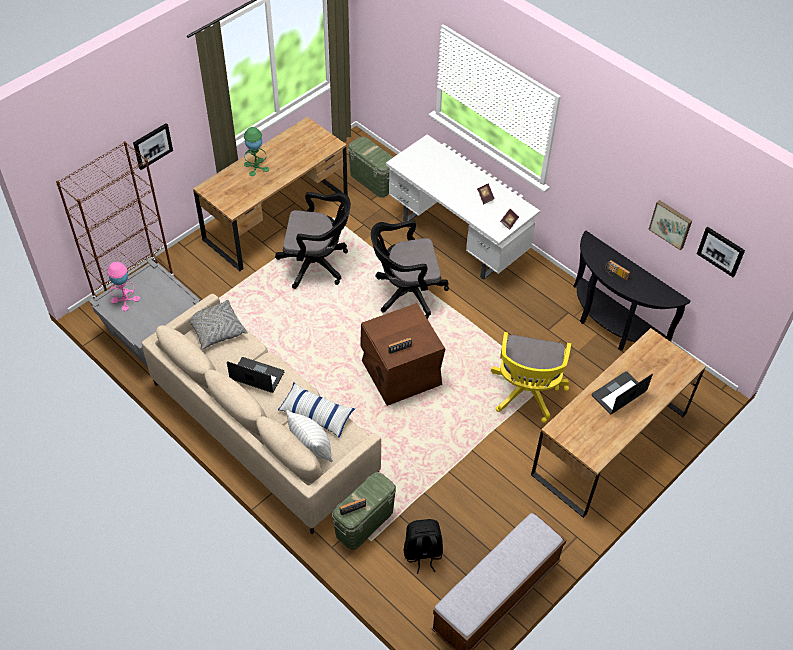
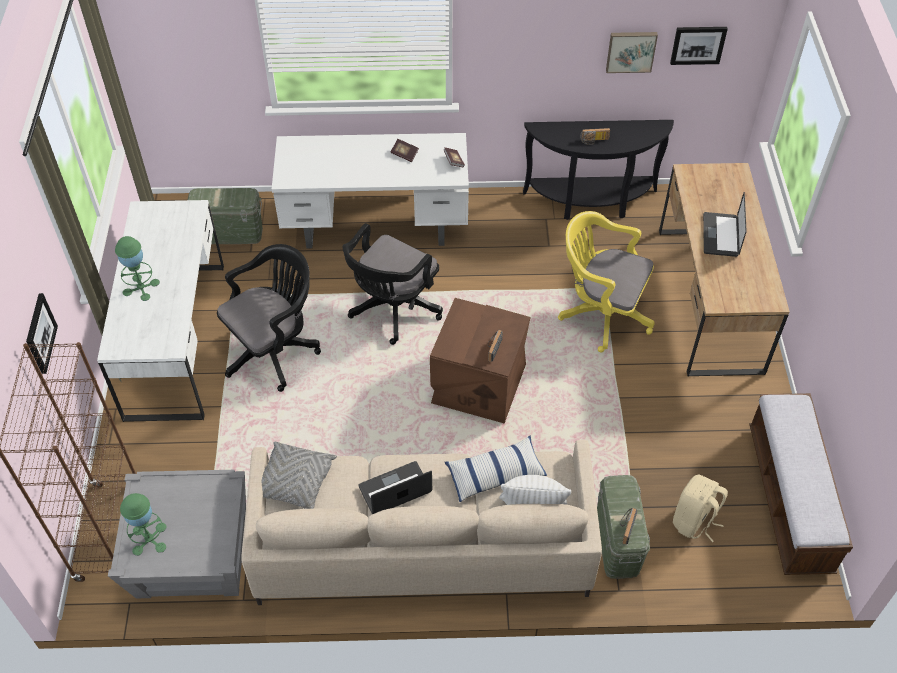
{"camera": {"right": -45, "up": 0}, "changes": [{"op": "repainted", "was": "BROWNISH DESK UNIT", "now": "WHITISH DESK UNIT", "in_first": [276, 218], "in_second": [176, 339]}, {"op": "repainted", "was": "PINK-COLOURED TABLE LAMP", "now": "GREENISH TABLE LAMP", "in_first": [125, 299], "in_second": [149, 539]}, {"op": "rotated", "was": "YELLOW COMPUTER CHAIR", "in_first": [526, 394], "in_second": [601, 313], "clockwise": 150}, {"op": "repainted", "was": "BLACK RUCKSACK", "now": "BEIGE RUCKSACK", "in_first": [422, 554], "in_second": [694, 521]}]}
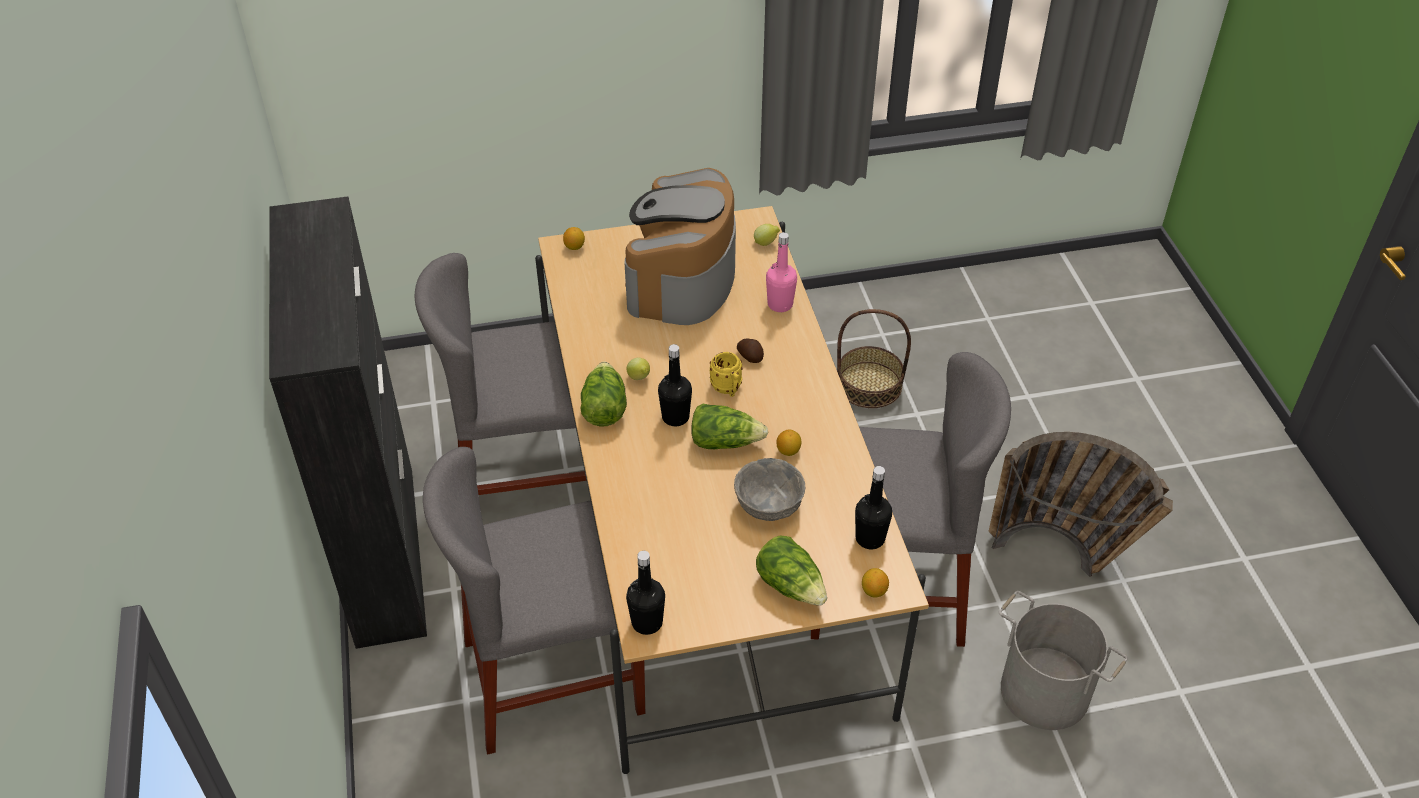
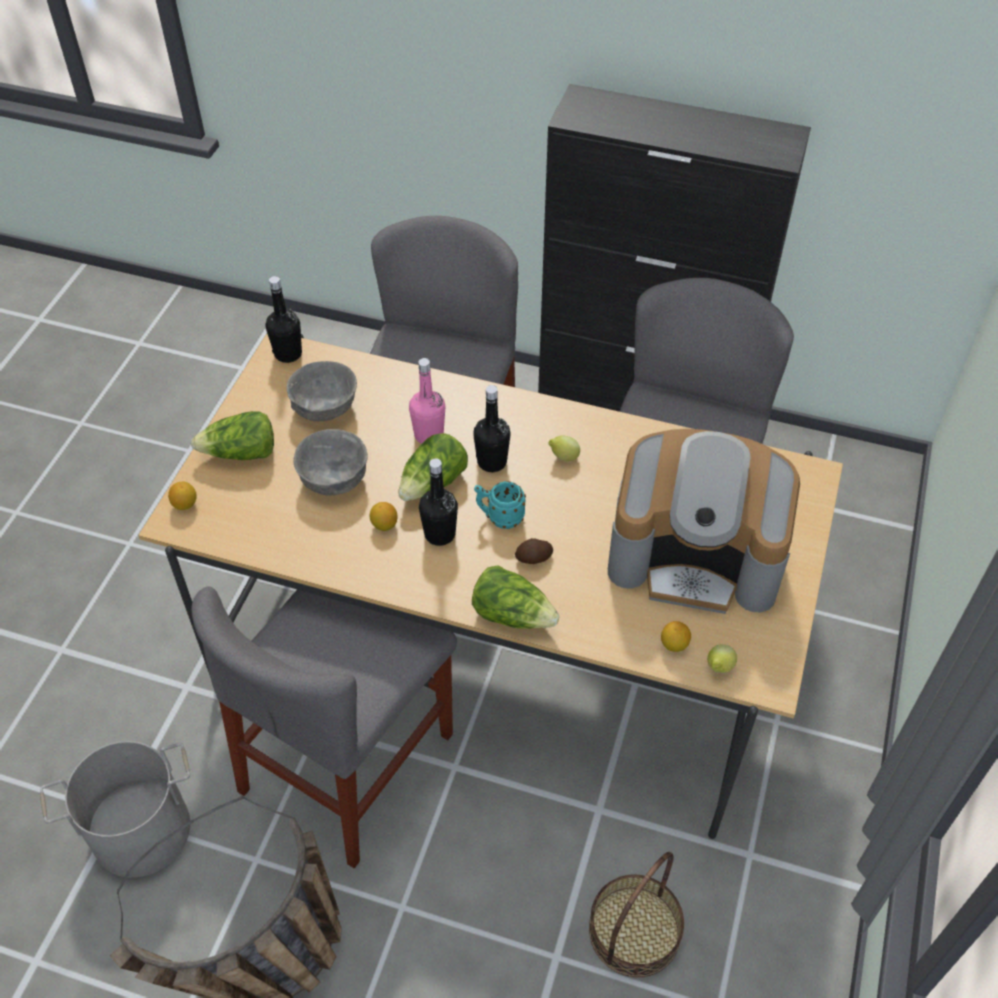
{"camera": {"right": 120, "up": 5}, "changes": [{"op": "rotated", "was": "COFFEE MACHINE", "in_first": [682, 279], "in_second": [696, 555], "clockwise": 150}, {"op": "shifted", "was": "WHOLE LEMON", "in_first": [574, 247], "in_second": [674, 645]}, {"op": "shifted", "was": "PINK-COLOURED DRINK BOTTLE", "in_first": [780, 304], "in_second": [429, 435]}, {"op": "repainted", "was": "YELLOW MUG", "now": "TURQUOISE MUG", "in_first": [728, 389], "in_second": [499, 517]}, {"op": "shifted", "was": "LETTUCE", "in_first": [603, 407], "in_second": [512, 614]}, {"op": "shifted", "was": "BLACK DRINK BOTTLE", "in_first": [870, 538], "in_second": [440, 534]}, {"op": "new", "now": "GRAY SERVING BOWL", "in_second": [324, 408]}]}
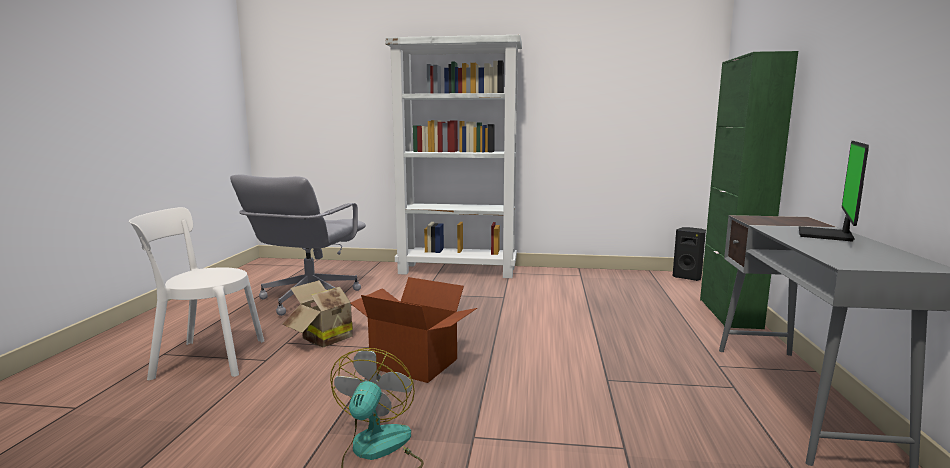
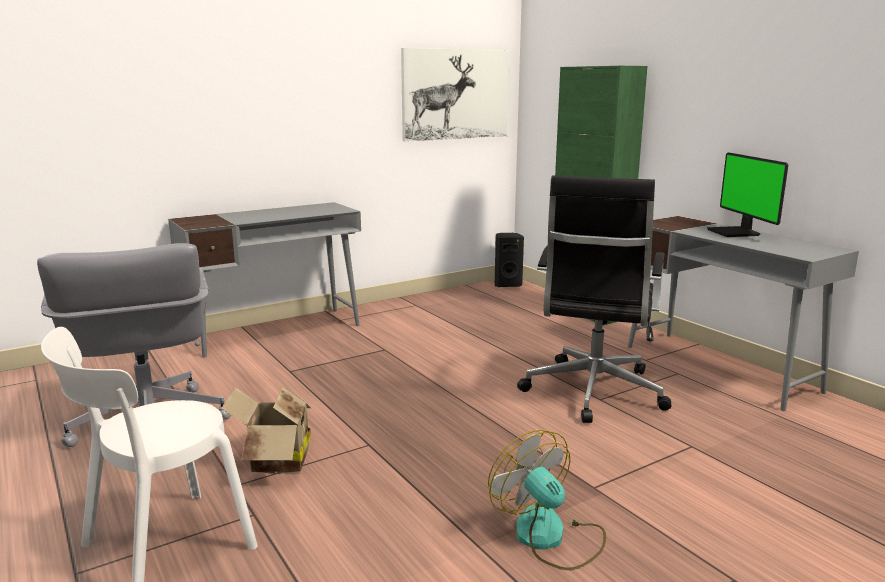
{"camera": {"right": -40, "up": 5}, "changes": [{"op": "swapped", "was": "WHITISH SHELVING UNIT", "now": "GRAY DESK UNIT", "in_first": [458, 270], "in_second": [276, 331]}, {"op": "gone", "was": "CARDBOARD BOX", "in_first": [415, 363]}, {"op": "new", "now": "WALL PICTURE", "in_second": [456, 94]}, {"op": "new", "now": "BLACK COMPUTER CHAIR", "in_second": [592, 392]}]}
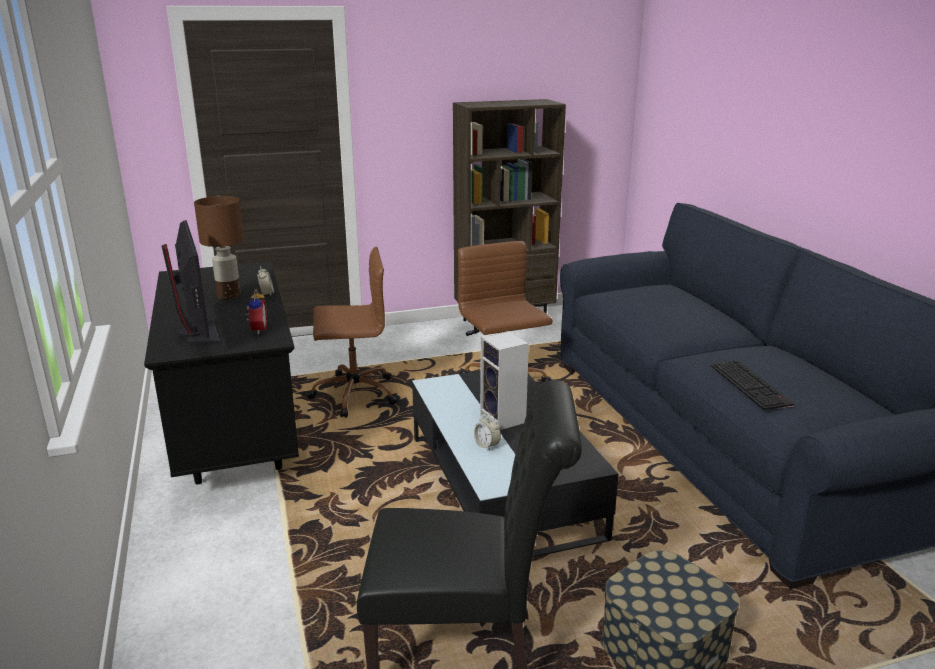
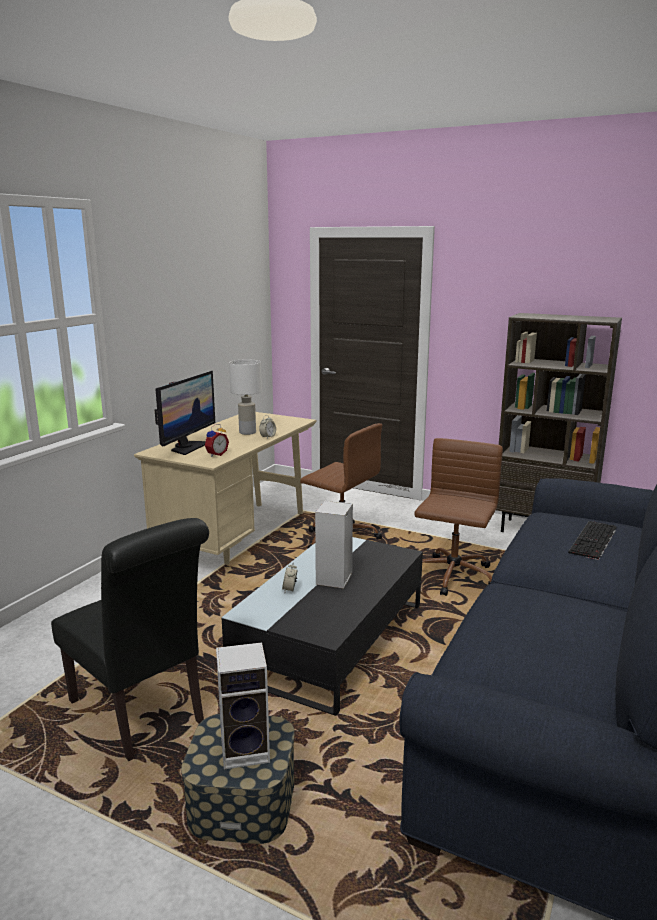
{"camera": {"right": 45, "up": -5}, "changes": [{"op": "repainted", "was": "BROWNISH TABLE LAMP", "now": "WHITISH TABLE LAMP", "in_first": [228, 296], "in_second": [247, 432]}, {"op": "repainted", "was": "BLACK DESK UNIT", "now": "BEIGE DESK UNIT", "in_first": [235, 436], "in_second": [237, 536]}, {"op": "shifted", "was": "COMPUTER KEYBOARD", "in_first": [751, 385], "in_second": [594, 541]}, {"op": "new", "now": "LOUDSPEAKER", "in_second": [247, 750]}]}
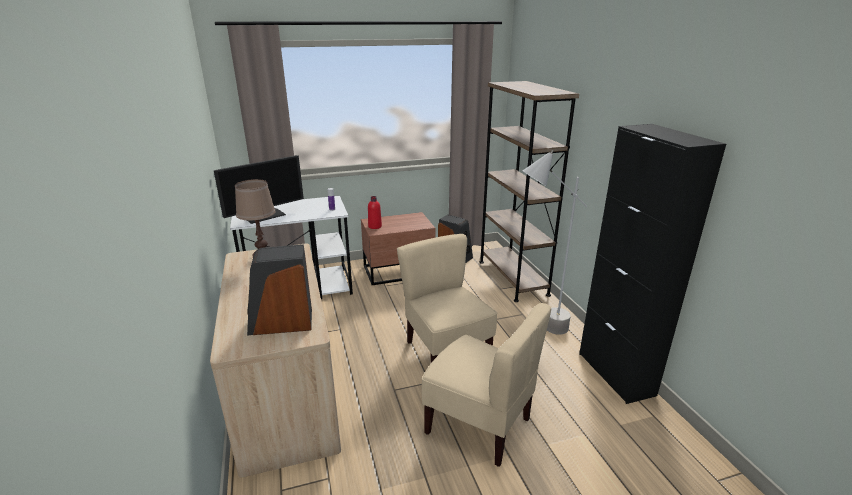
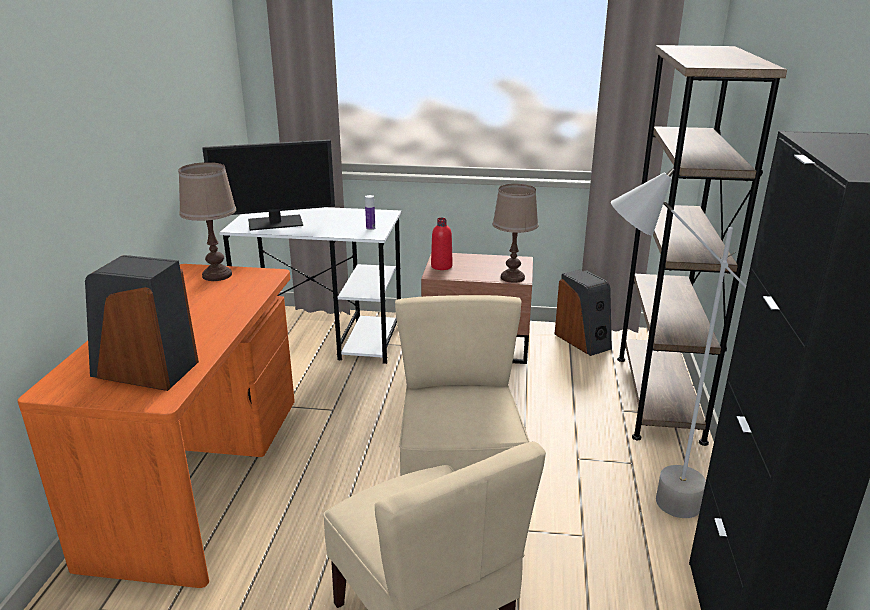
{"camera": {"right": 25, "up": 0}, "changes": [{"op": "repainted", "was": "BEIGE DESK UNIT", "now": "ORANGE-COLOURED DESK UNIT", "in_first": [285, 391], "in_second": [202, 476]}, {"op": "new", "now": "BROWNISH TABLE LAMP", "in_second": [512, 277]}]}
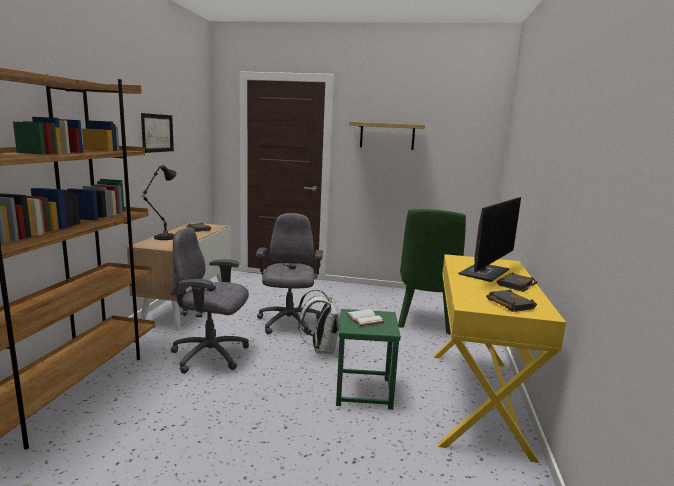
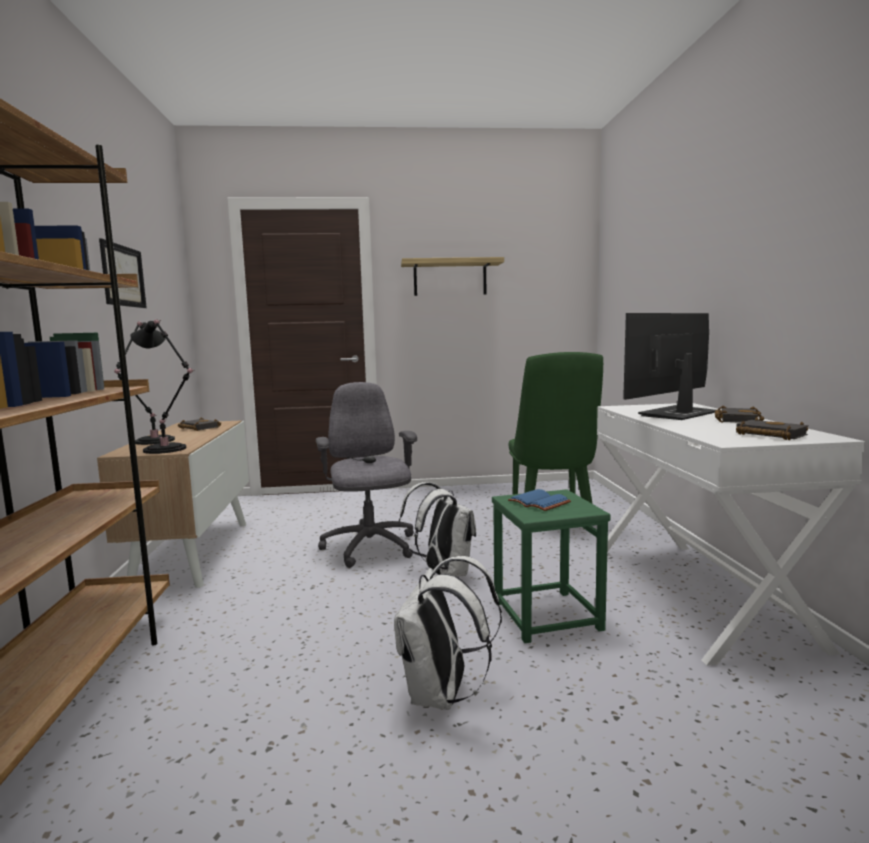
{"camera": {"right": -15, "up": -5}, "changes": [{"op": "rotated", "was": "MONITOR", "in_first": [484, 272], "in_second": [678, 414], "clockwise": -150}, {"op": "gone", "was": "GRAY COMPUTER CHAIR", "in_first": [211, 355]}, {"op": "repainted", "was": "YELLOW DESK UNIT", "now": "WHITISH DESK UNIT", "in_first": [477, 399], "in_second": [696, 593]}, {"op": "repainted", "was": "WHITISH BOOK", "now": "BLUE-COLOURED BOOK", "in_first": [365, 319], "in_second": [540, 502]}, {"op": "new", "now": "BLACK TABLE LAMP", "in_second": [167, 449]}, {"op": "new", "now": "WHITISH RUCKSACK", "in_second": [441, 695]}]}
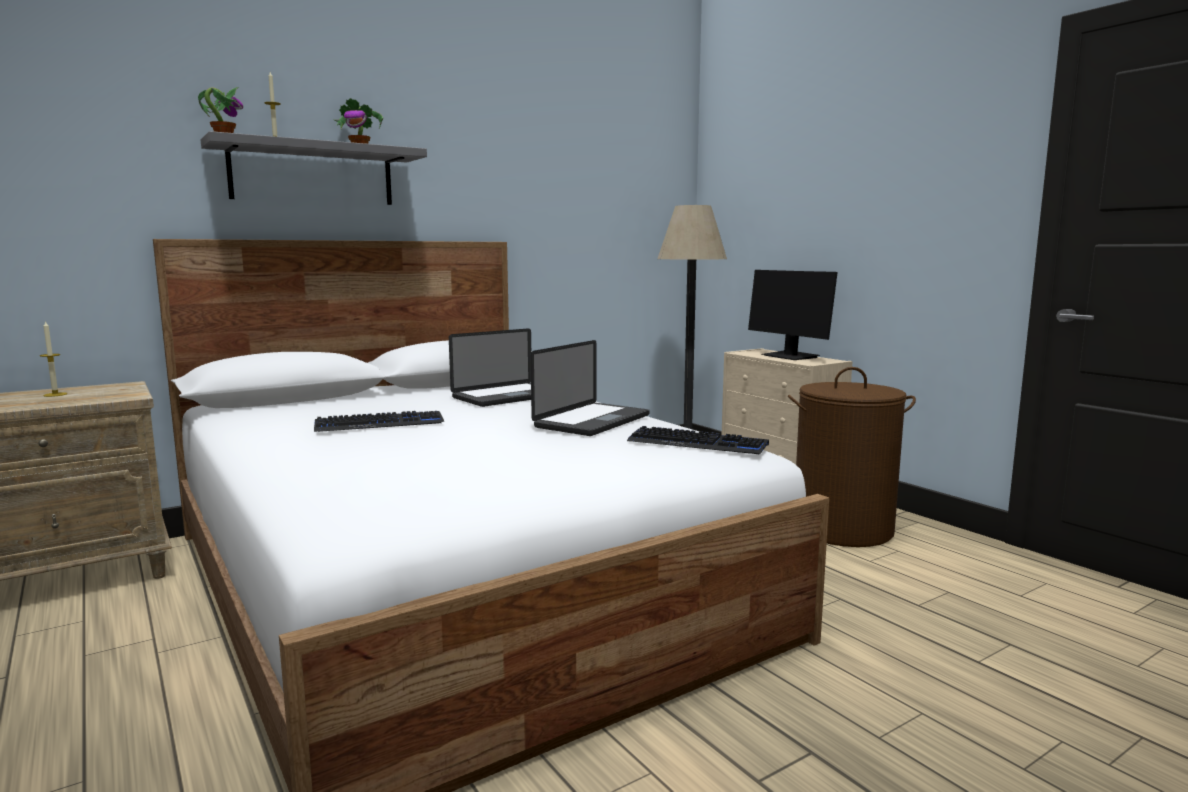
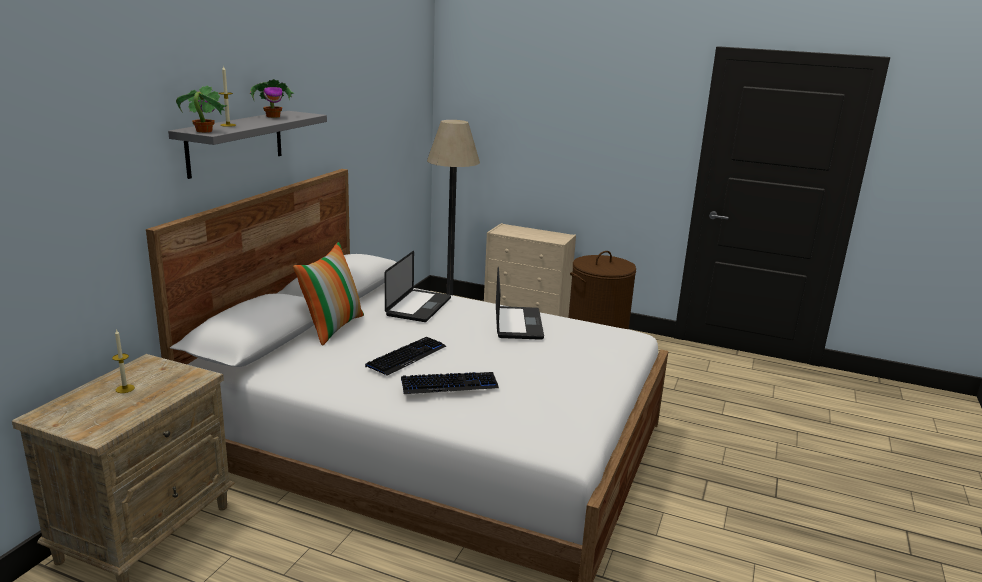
{"camera": {"right": -35, "up": 10}, "changes": [{"op": "gone", "was": "MONITOR", "in_first": [790, 356]}, {"op": "shifted", "was": "COMPUTER KEYBOARD", "in_first": [697, 443], "in_second": [449, 384]}, {"op": "new", "now": "PILLOW", "in_second": [332, 327]}]}
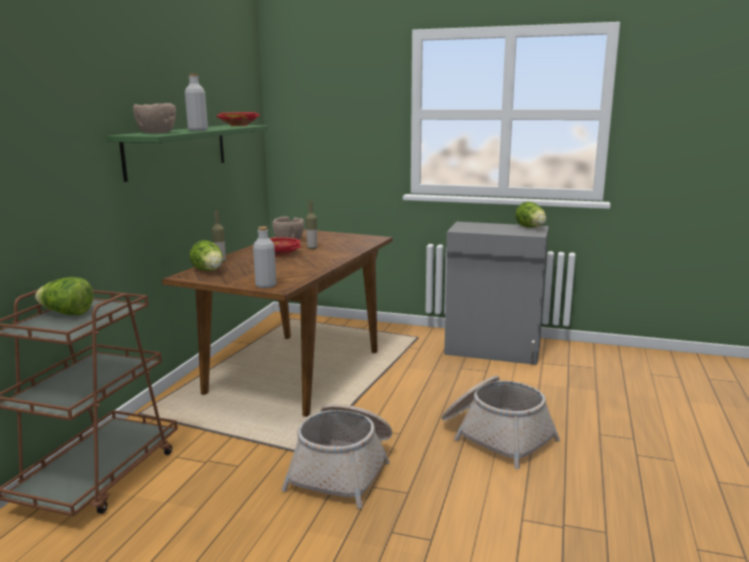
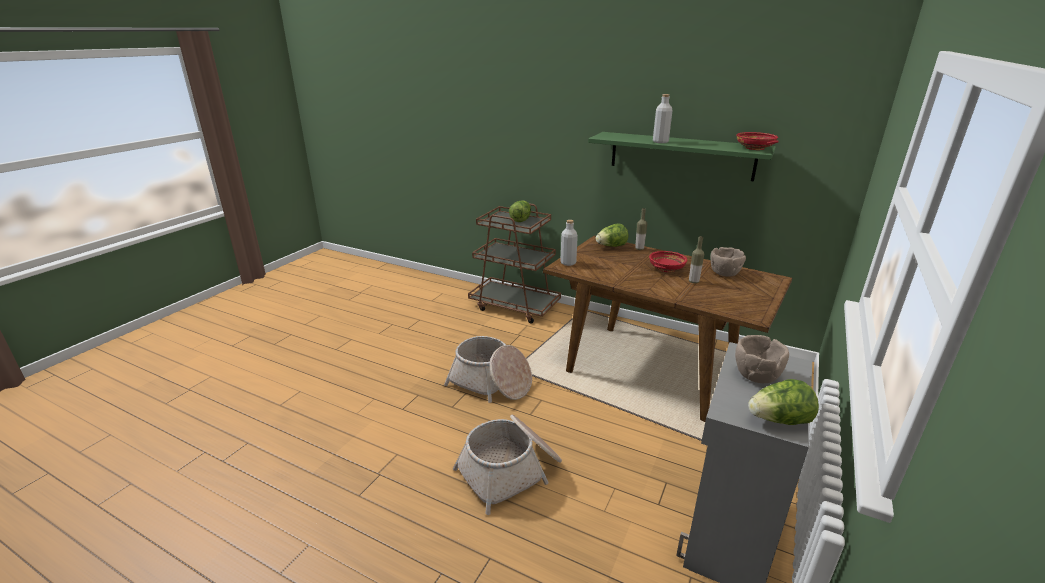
{"camera": {"right": 100, "up": 10}, "changes": [{"op": "shifted", "was": "BROWNISH SERVING BOWL", "in_first": [156, 133], "in_second": [756, 374]}]}
